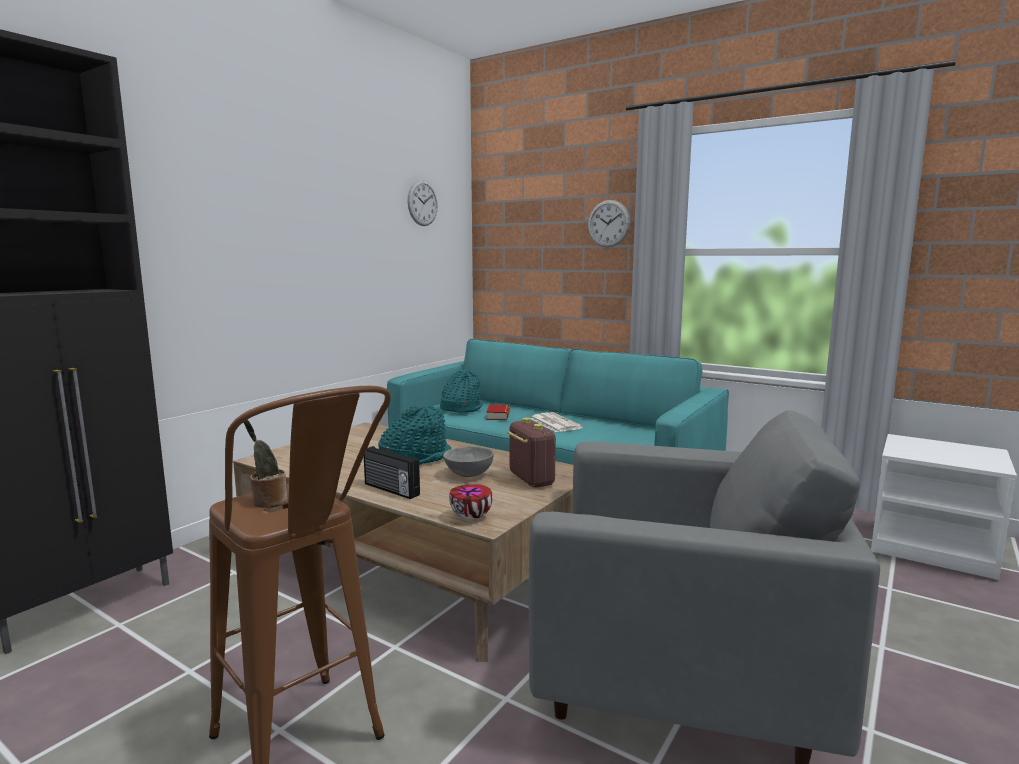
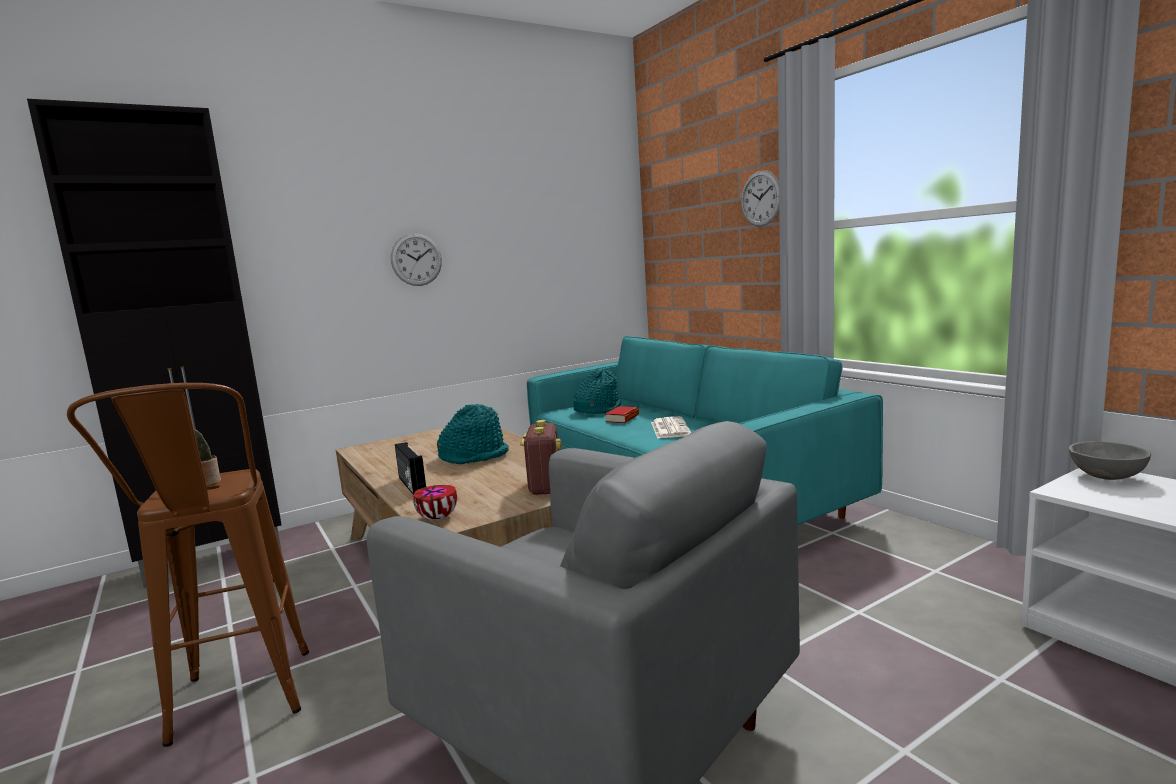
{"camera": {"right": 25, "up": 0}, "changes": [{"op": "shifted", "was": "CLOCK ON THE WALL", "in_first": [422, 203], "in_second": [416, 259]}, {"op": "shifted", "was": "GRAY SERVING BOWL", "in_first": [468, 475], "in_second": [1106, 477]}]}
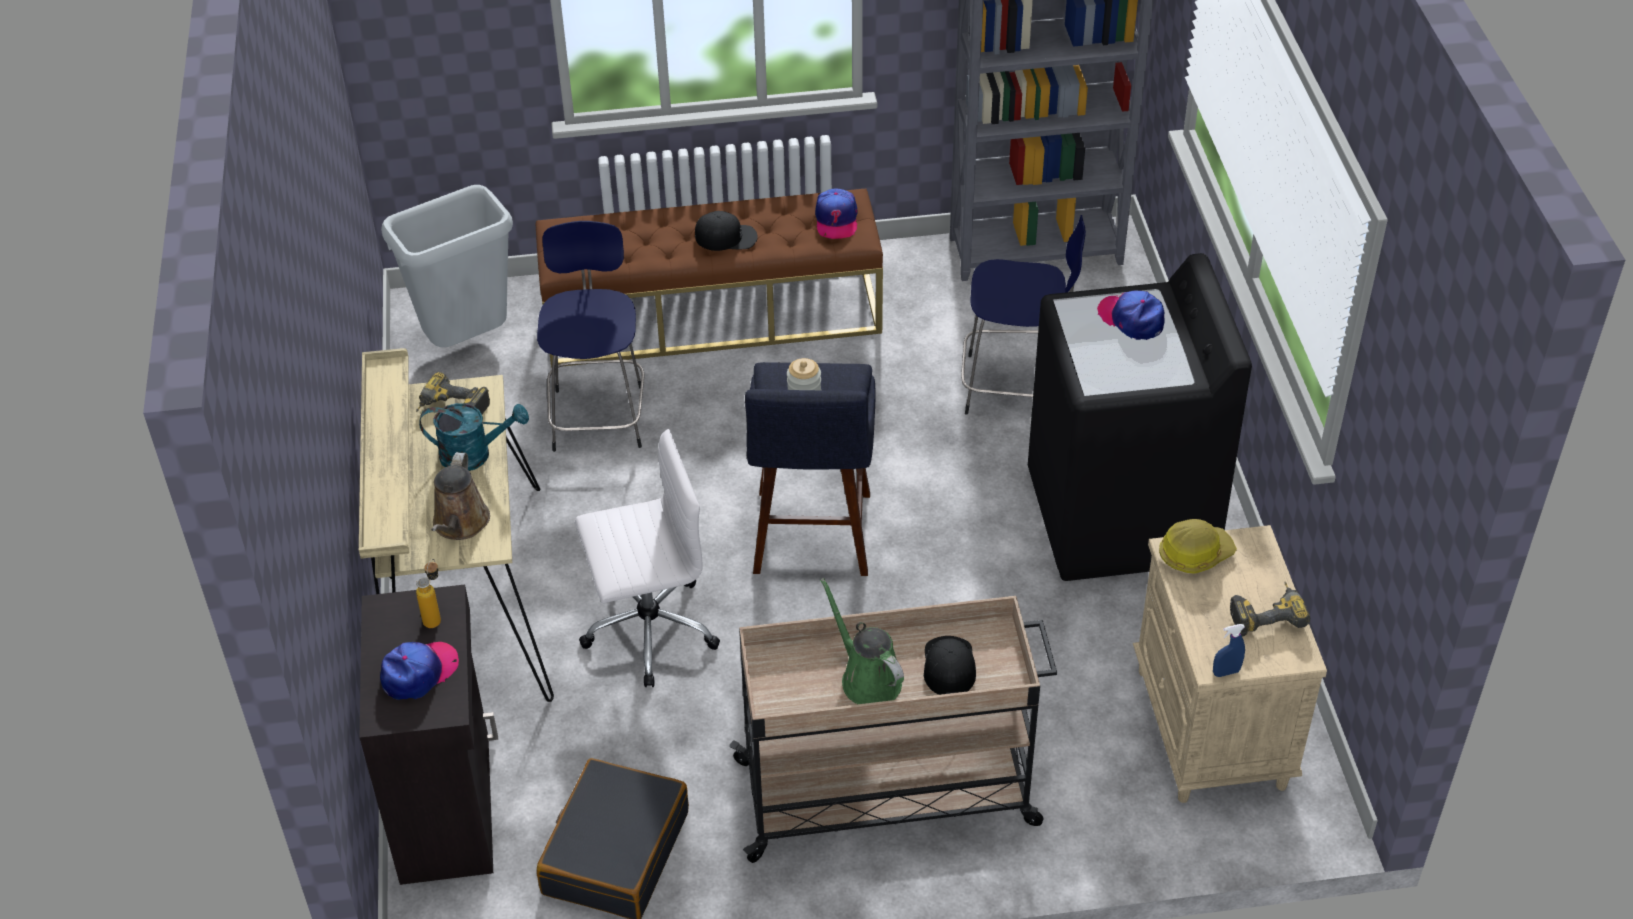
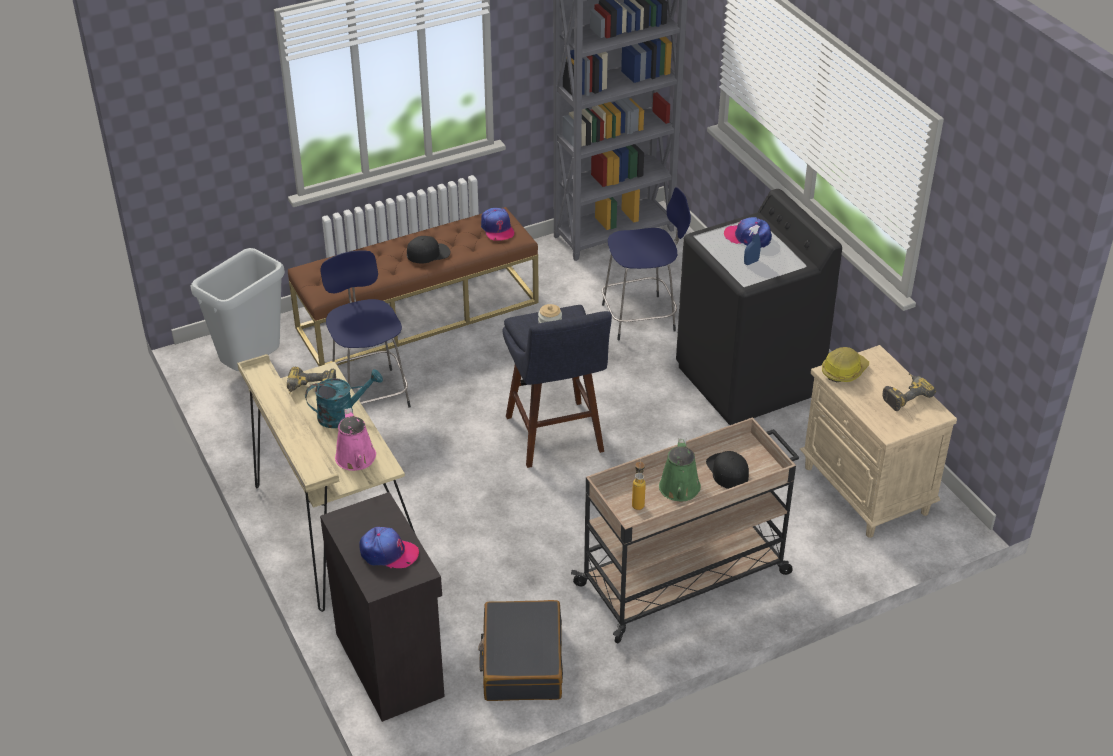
{"camera": {"right": -20, "up": -5}, "changes": [{"op": "gone", "was": "WHITISH COMPUTER CHAIR", "in_first": [647, 629]}, {"op": "repainted", "was": "BROWNISH WATERING CAN", "now": "PINK-COLOURED WATERING CAN", "in_first": [460, 524], "in_second": [356, 460]}, {"op": "shifted", "was": "DRINK BOTTLE", "in_first": [435, 616], "in_second": [638, 502]}, {"op": "rotated", "was": "GREENISH WATERING CAN", "in_first": [867, 678], "in_second": [679, 490], "clockwise": -120}, {"op": "shifted", "was": "BLUE-COLOURED HAND SPRAYER", "in_first": [1226, 672], "in_second": [751, 262]}, {"op": "rotated", "was": "BASEBALL CAP", "in_first": [419, 673], "in_second": [388, 553], "clockwise": 75}]}
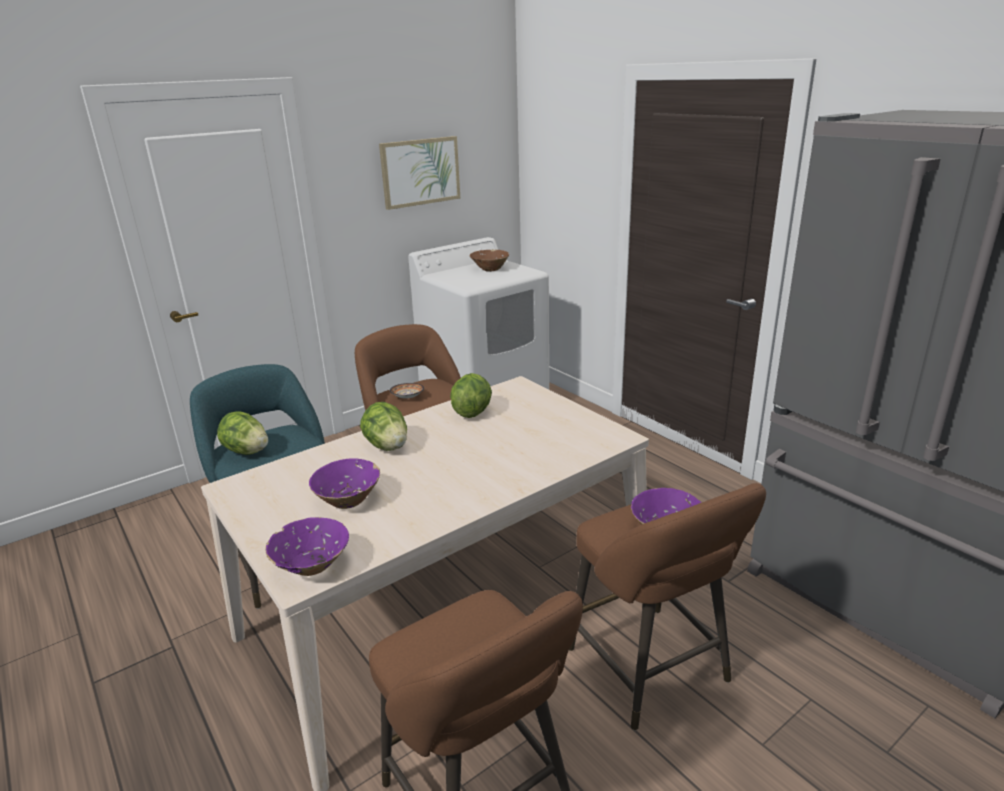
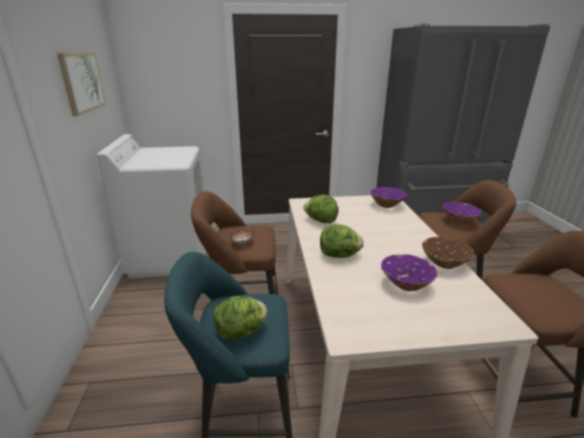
{"camera": {"right": -60, "up": 0}, "changes": [{"op": "shifted", "was": "BROWNISH SERVING BOWL", "in_first": [490, 269], "in_second": [444, 264]}, {"op": "shifted", "was": "PURPLISH SERVING BOWL", "in_first": [312, 566], "in_second": [386, 205]}]}
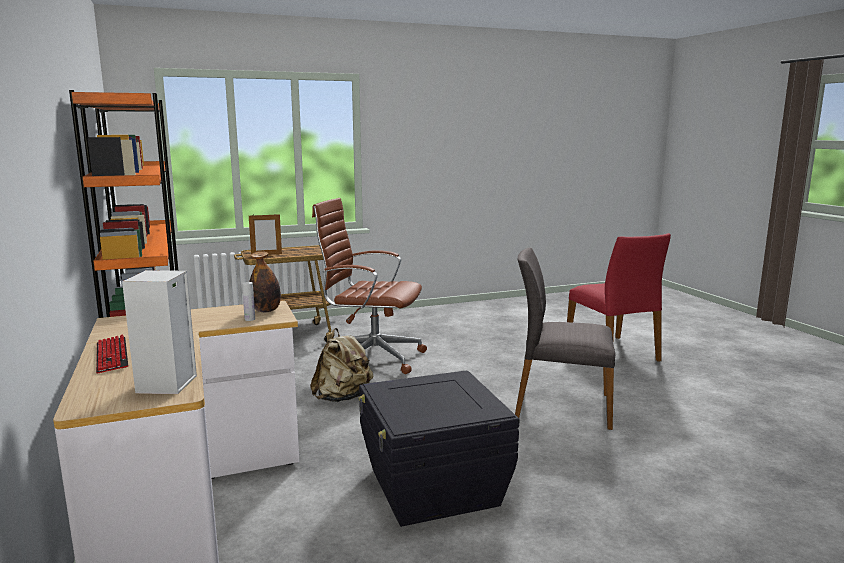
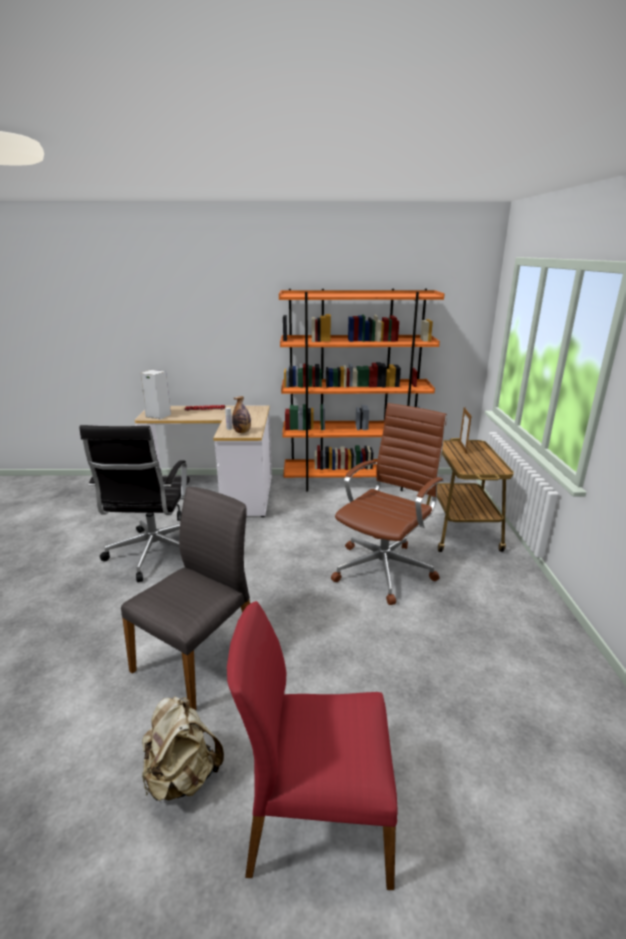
{"camera": {"right": 110, "up": 10}, "changes": [{"op": "shifted", "was": "BEIGE RUCKSACK", "in_first": [343, 398], "in_second": [182, 776]}, {"op": "swapped", "was": "BLACK STORAGE BOX", "now": "BLACK COMPUTER CHAIR", "in_first": [433, 488], "in_second": [154, 554]}]}
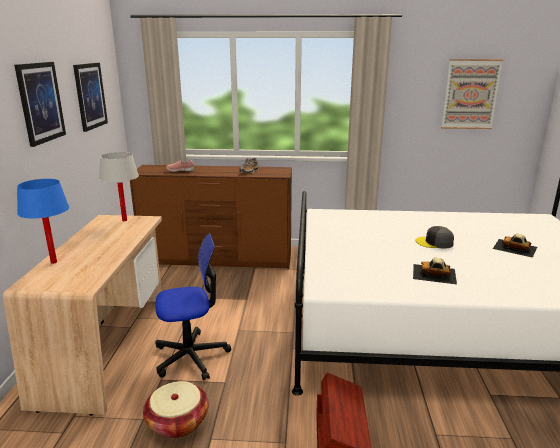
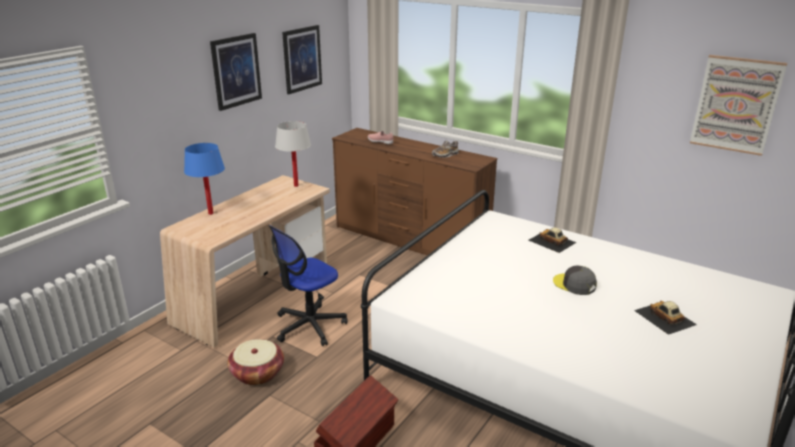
{"camera": {"right": 30, "up": 5}, "changes": [{"op": "rotated", "was": "COMPUTER CHAIR", "in_first": [191, 356], "in_second": [309, 326], "clockwise": 120}, {"op": "shifted", "was": "MINIATURE CAR", "in_first": [434, 274], "in_second": [552, 241]}]}
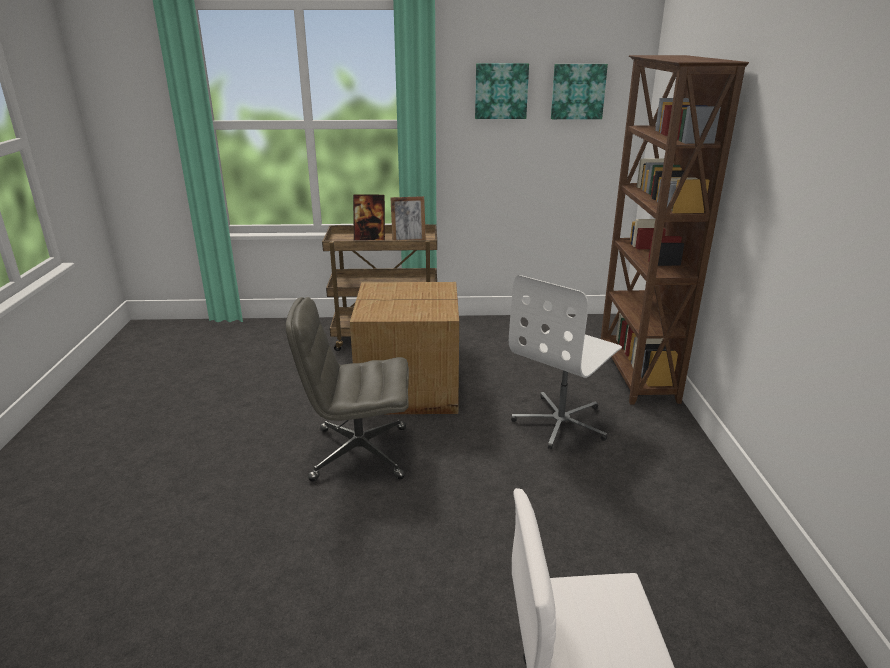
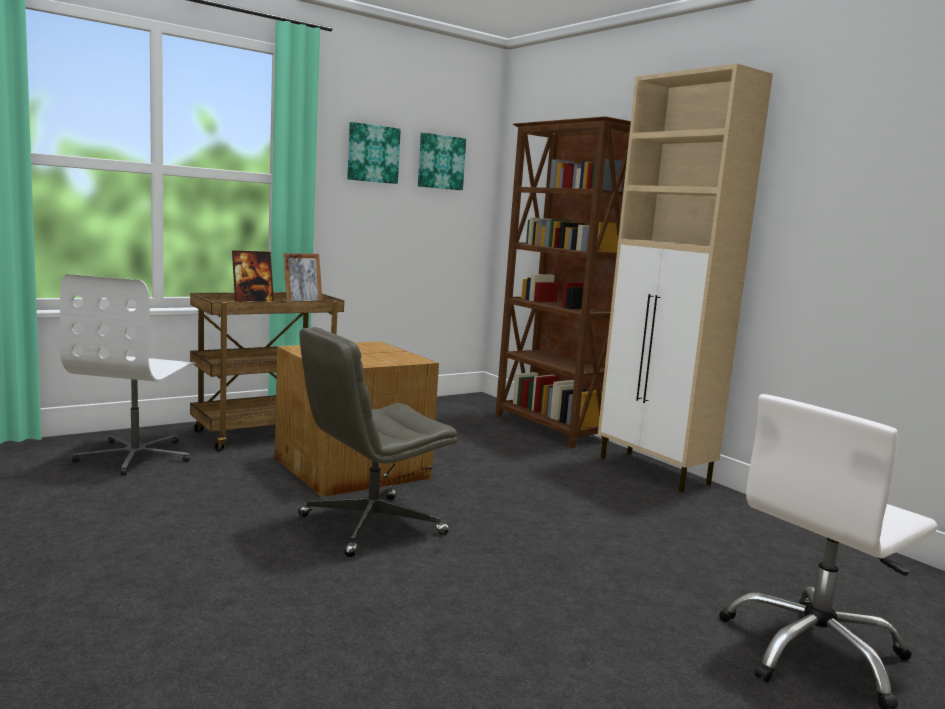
{"camera": {"right": -35, "up": -15}, "changes": [{"op": "shifted", "was": "WHITISH COMPUTER CHAIR", "in_first": [561, 422], "in_second": [136, 456]}, {"op": "new", "now": "BEIGE STORAGE CABINET", "in_second": [654, 471]}]}
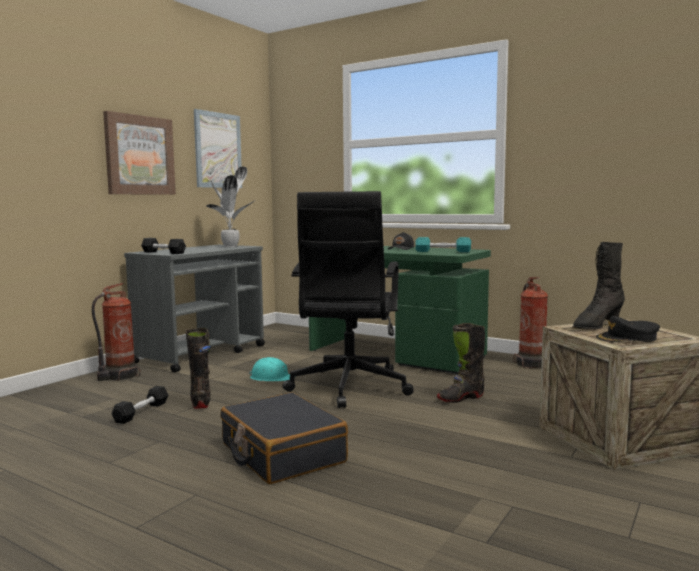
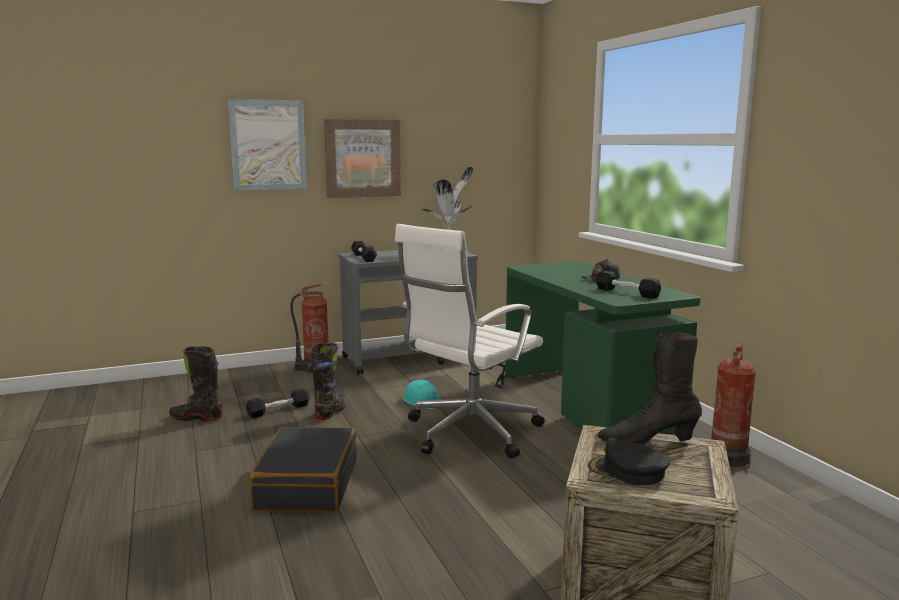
{"camera": {"right": 35, "up": 5}, "changes": [{"op": "shifted", "was": "WALL PICTURE", "in_first": [218, 150], "in_second": [268, 145]}, {"op": "repainted", "was": "BLACK COMPUTER CHAIR", "now": "WHITISH COMPUTER CHAIR", "in_first": [348, 388], "in_second": [469, 432]}, {"op": "repainted", "was": "TURQUOISE FREE WEIGHT", "now": "BLACK FREE WEIGHT", "in_first": [443, 251], "in_second": [627, 293]}, {"op": "shifted", "was": "BLACK TALL BOOT", "in_first": [460, 398], "in_second": [196, 418]}]}
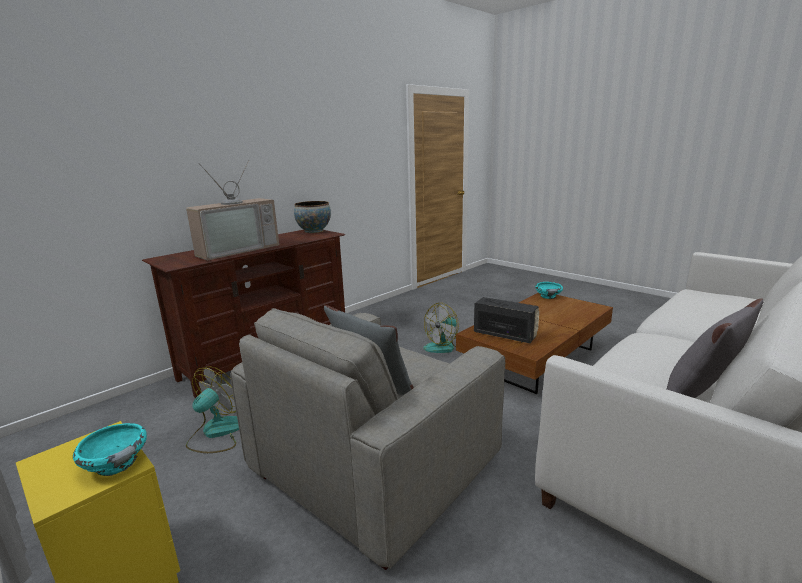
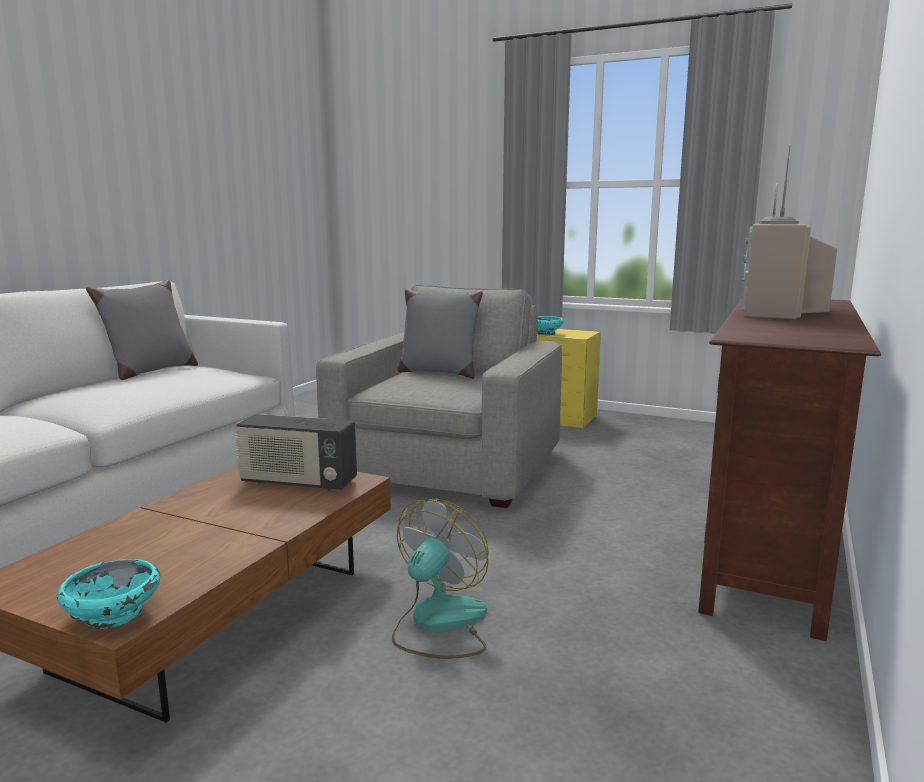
{"camera": {"right": 160, "up": -5}, "changes": [{"op": "gone", "was": "SERVING BOWL", "in_first": [314, 231]}, {"op": "gone", "was": "COOLING FAN", "in_first": [216, 433]}]}
